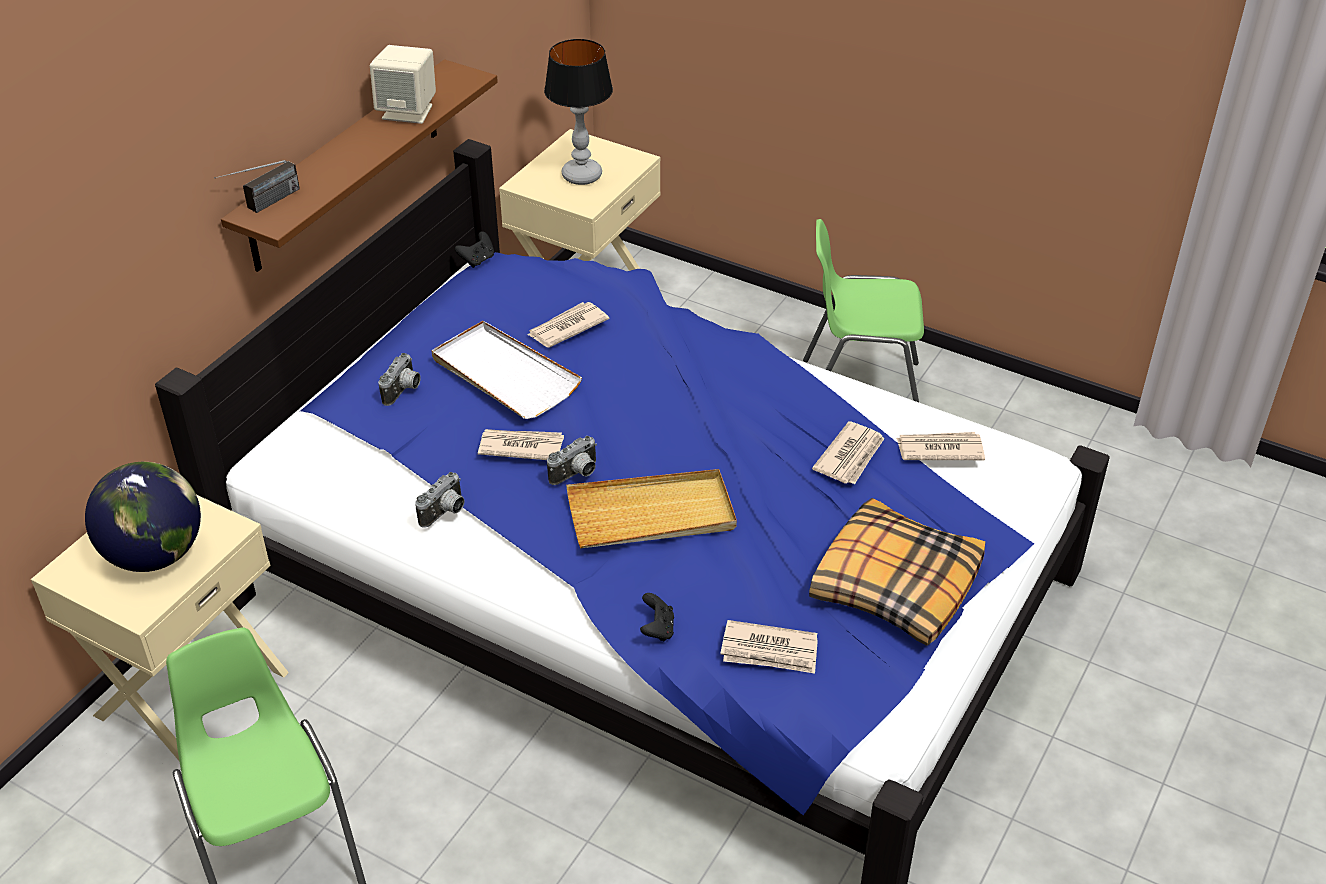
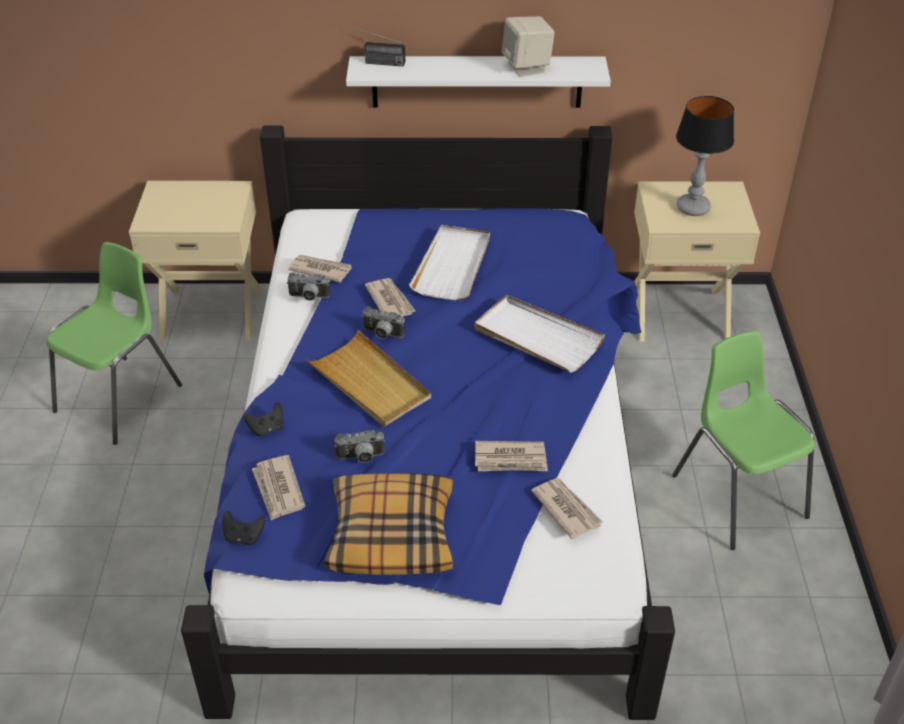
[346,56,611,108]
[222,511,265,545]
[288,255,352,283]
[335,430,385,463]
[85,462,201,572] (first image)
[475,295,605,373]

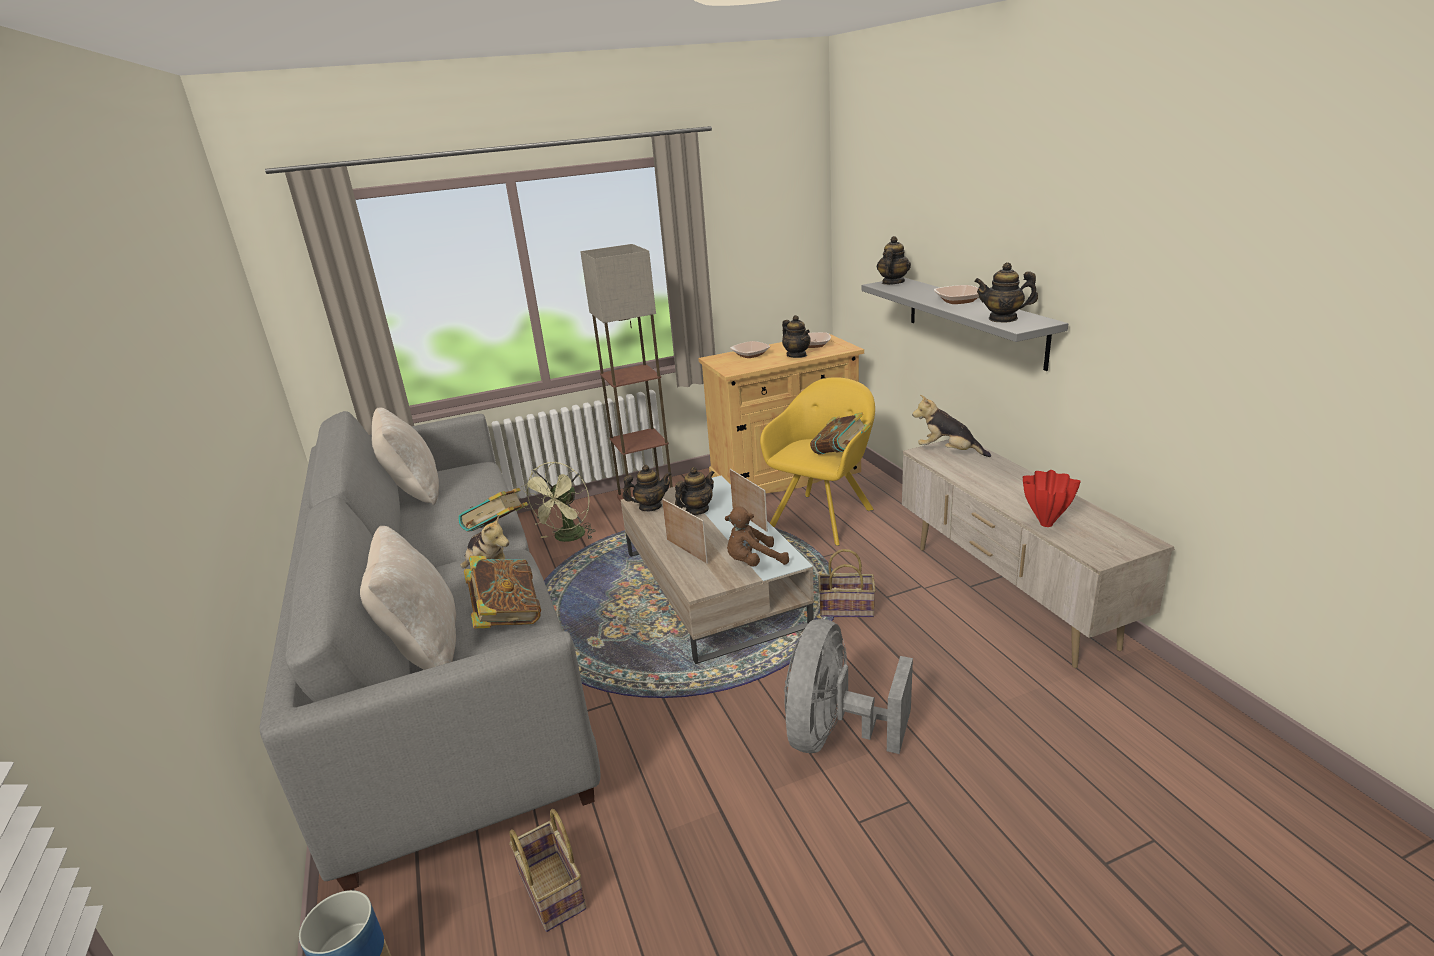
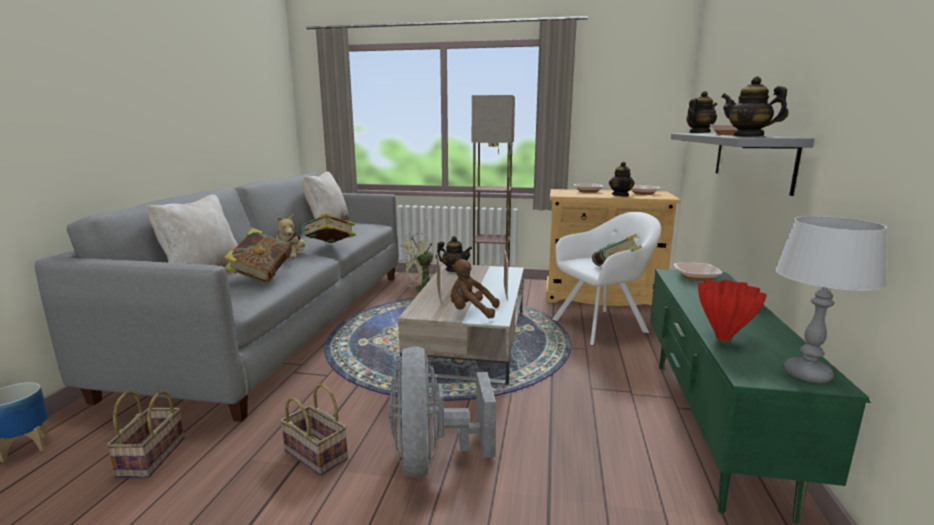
[552,212,661,345]
[674,263,722,281]
[650,269,871,523]
[675,467,715,515] (first image)
[280,384,348,475]
[388,346,496,477]
[775,216,887,383]

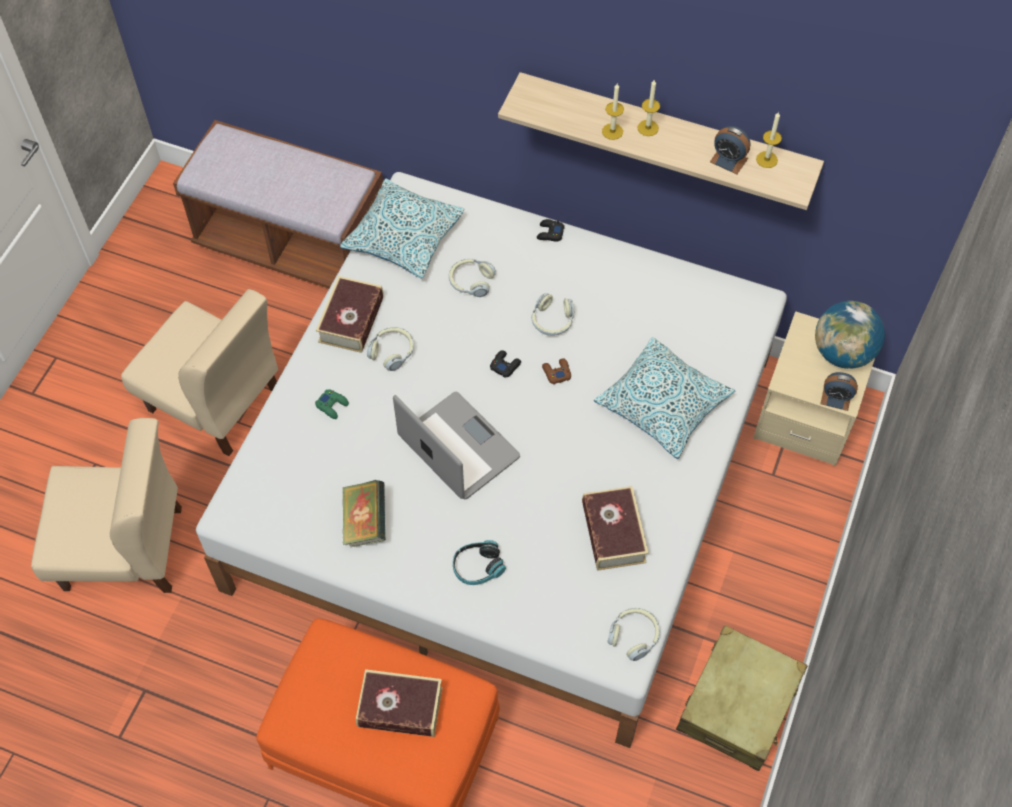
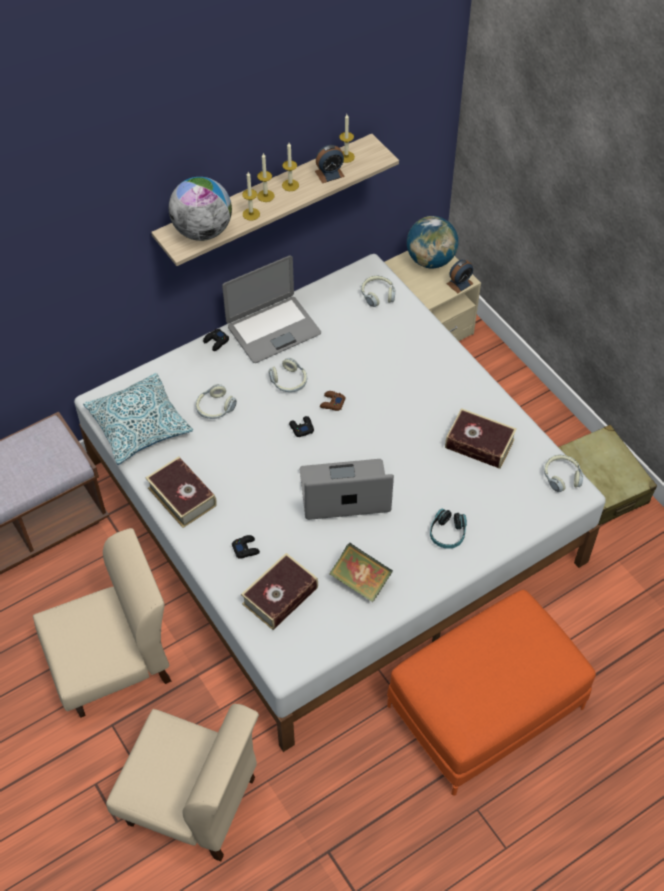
[361,275,395,307]
[594,337,735,459] (first image)
[232,535,260,559]
[106,704,259,861]
[241,553,318,630]
[282,143,299,191]
[169,177,232,241]
[222,255,321,363]

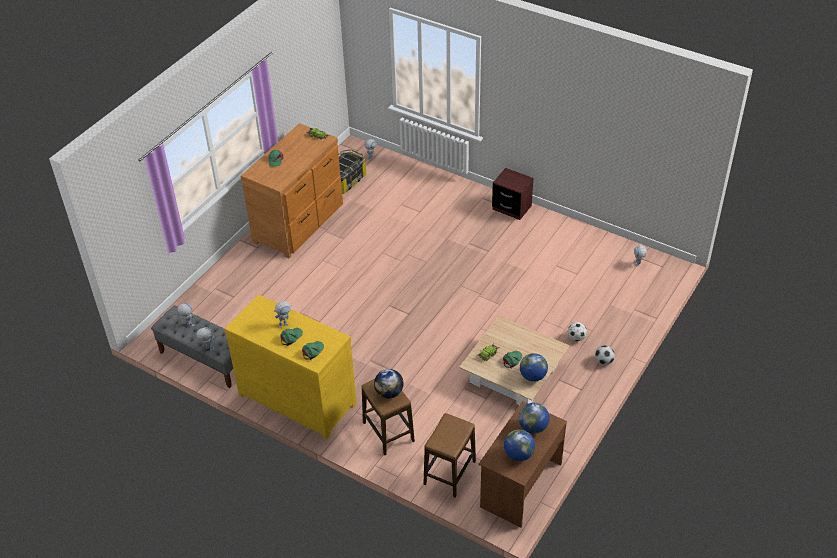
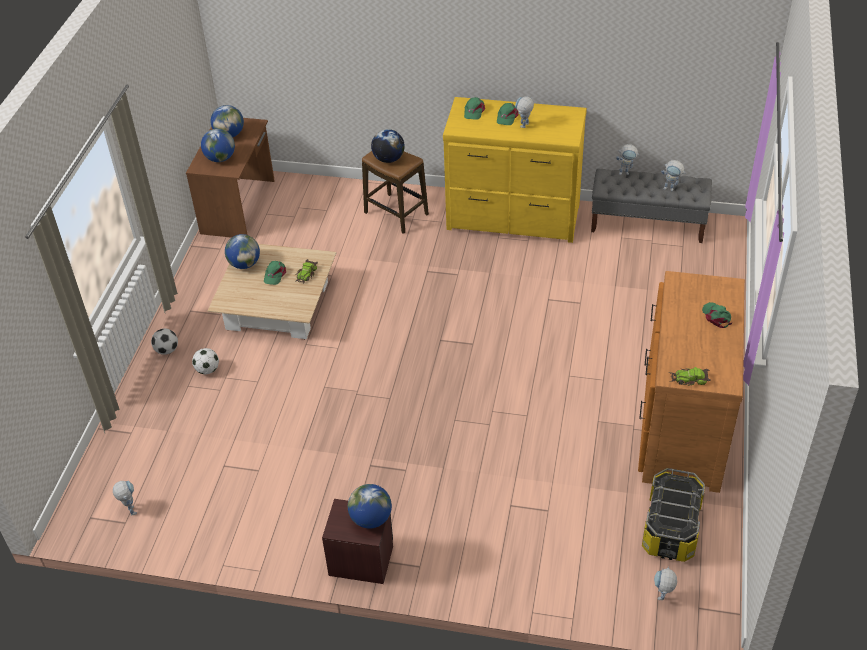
[423,413,476,497] (first image)
[348,484,392,528]

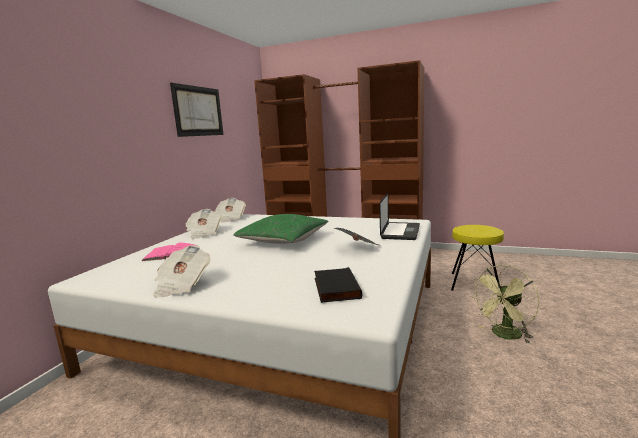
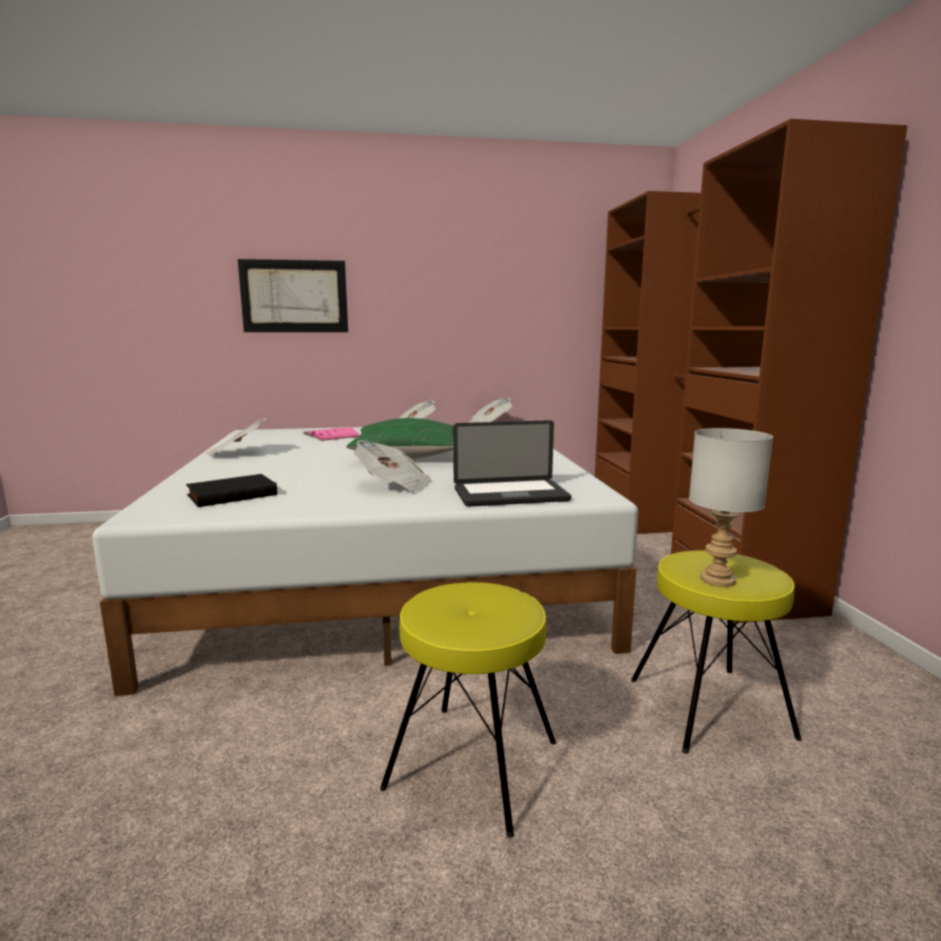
[238,259,348,332]
[380,582,556,838]
[689,428,773,587]

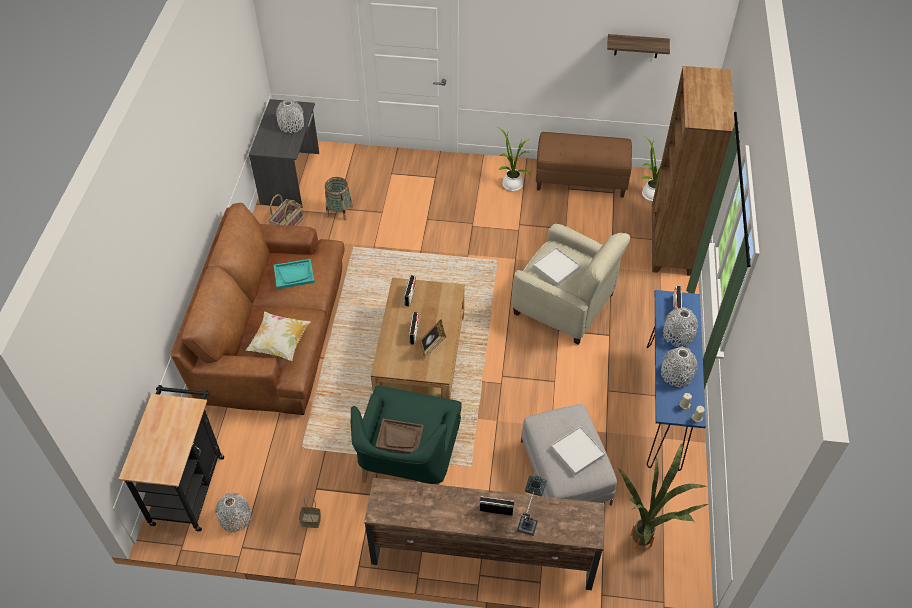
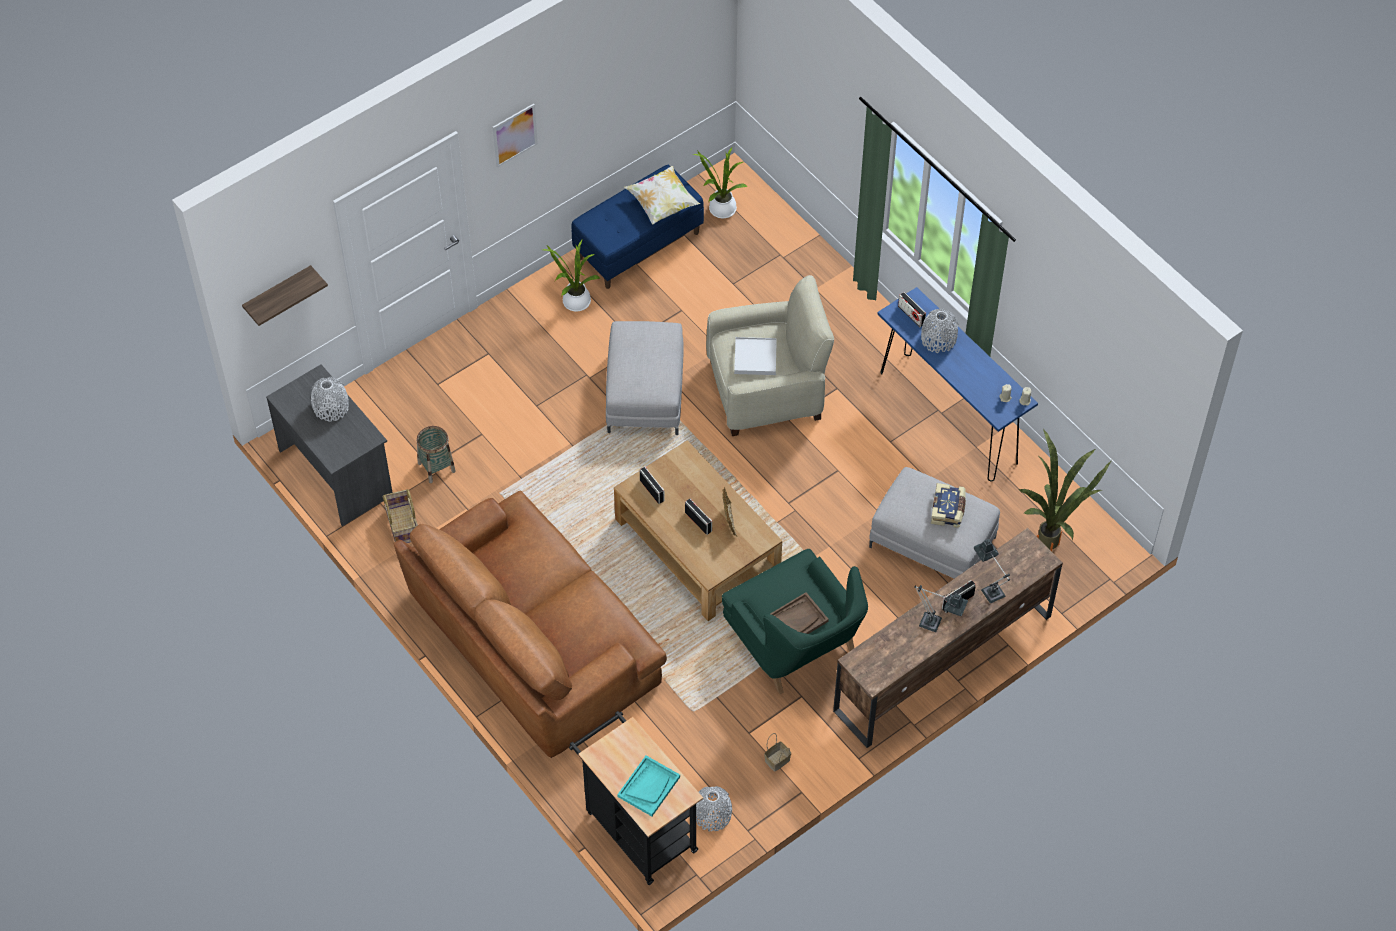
[242,265,328,326]
[652,66,735,276] (first image)
[571,165,704,289]
[617,756,680,816]
[624,166,700,225]
[661,346,698,387] (first image)
[931,483,966,528]
[493,104,538,168]
[606,321,683,435]
[914,585,968,632]

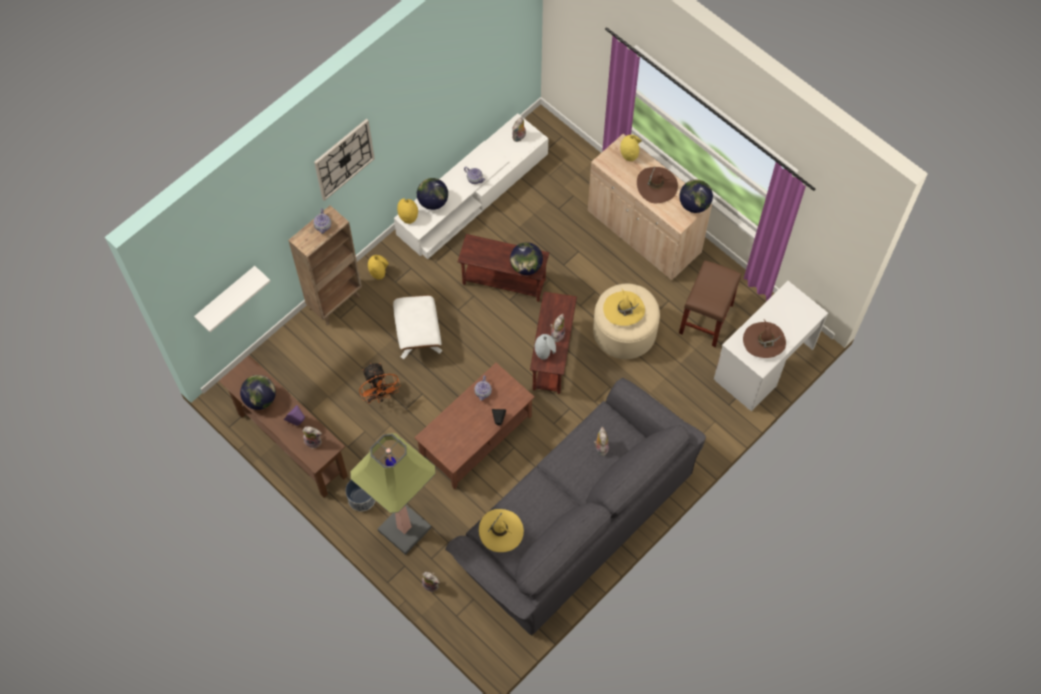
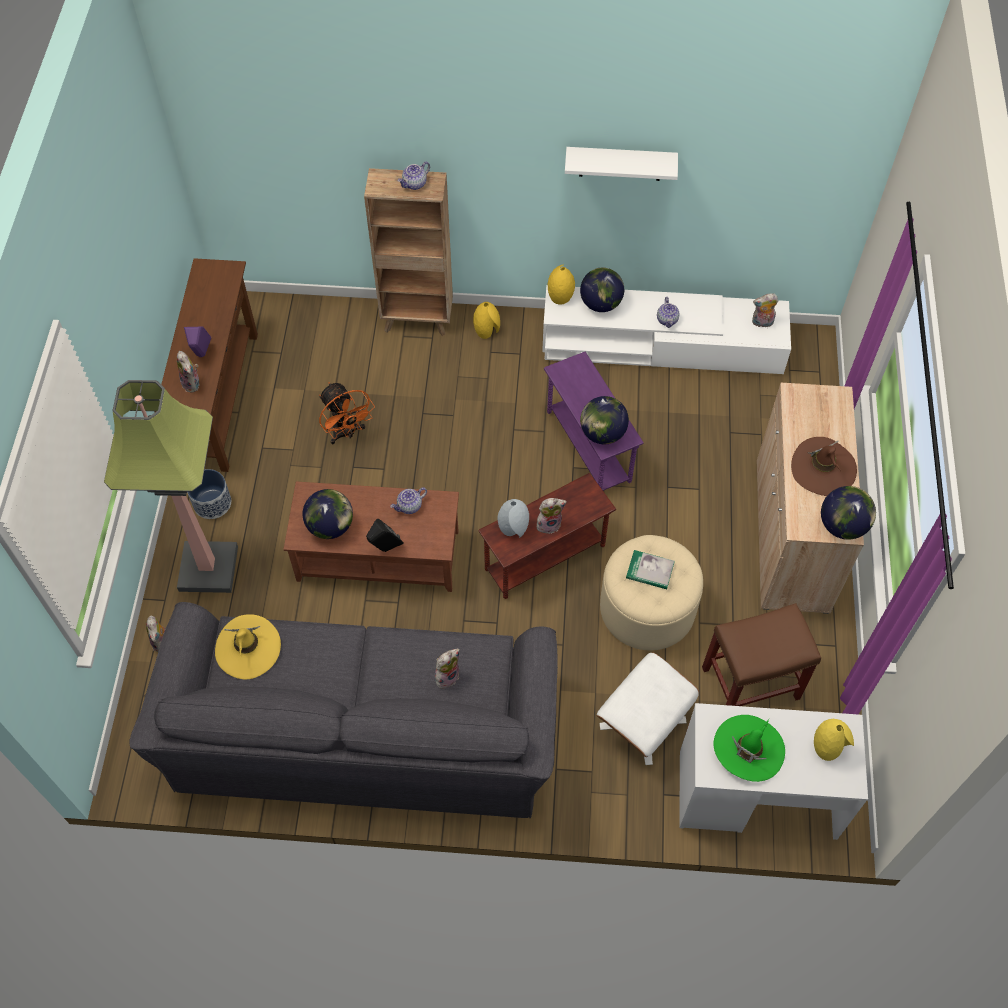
[314,119,375,201] (first image)
[814,719,854,761]
[544,352,644,491]
[565,147,678,181]
[626,550,675,589]
[597,652,699,765]
[714,715,785,782]
[319,382,375,445]
[303,489,353,539]

